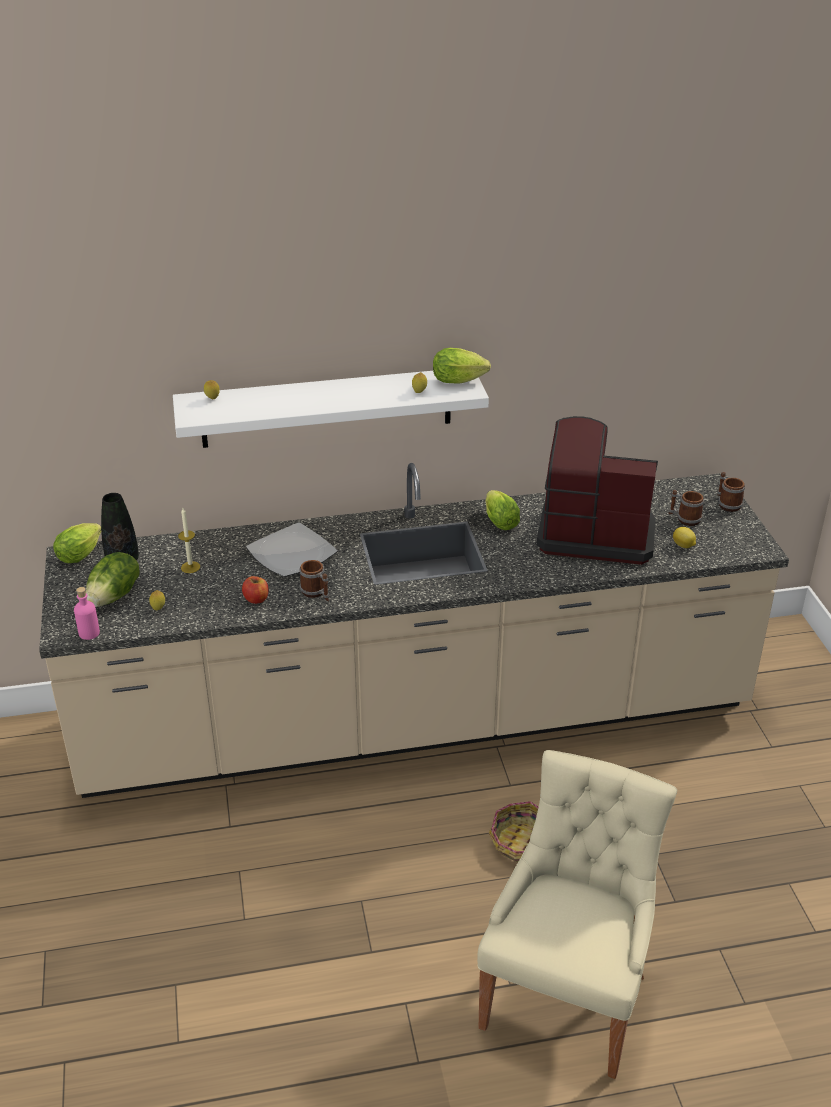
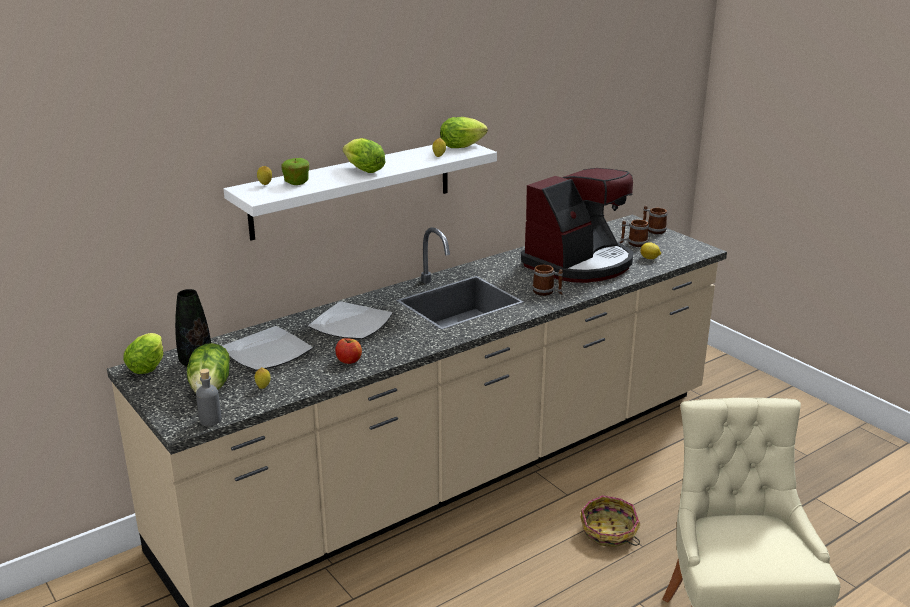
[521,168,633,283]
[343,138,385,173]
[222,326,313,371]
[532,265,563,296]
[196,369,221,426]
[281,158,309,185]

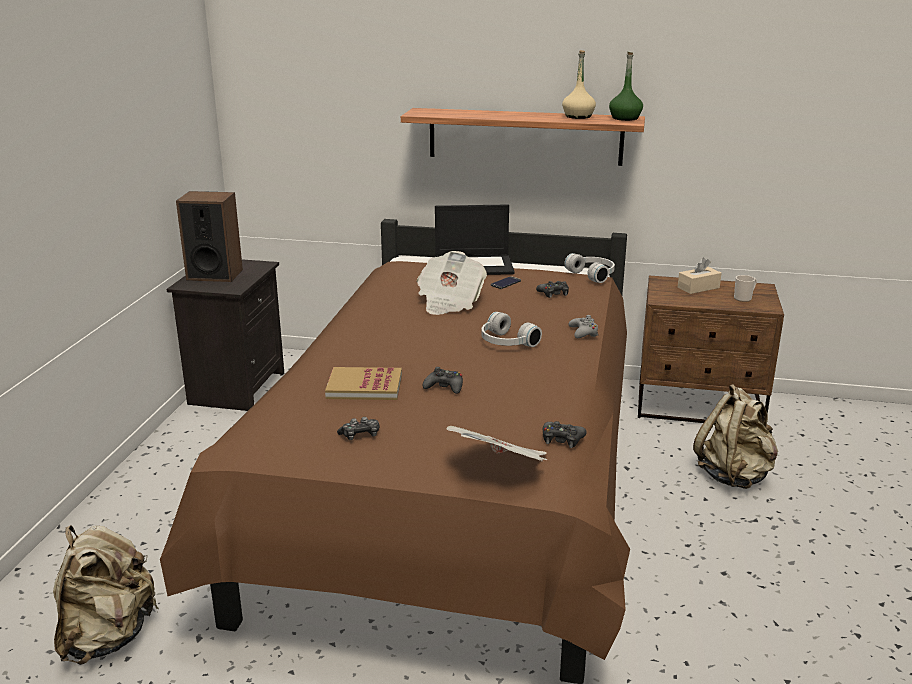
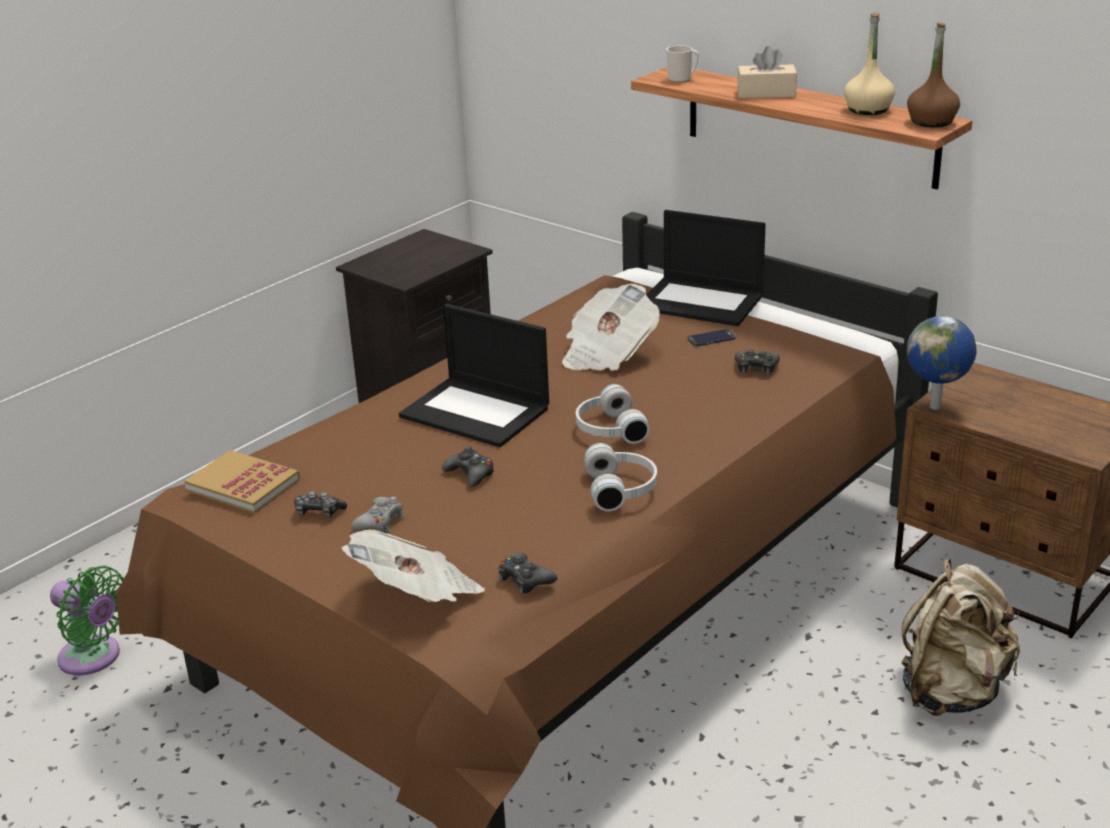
[907,22,960,127]
[176,191,243,282] (first image)
[584,443,657,511]
[737,46,797,98]
[666,46,699,83]
[351,496,404,533]
[184,450,300,514]
[50,566,124,676]
[399,304,549,447]
[907,316,977,410]

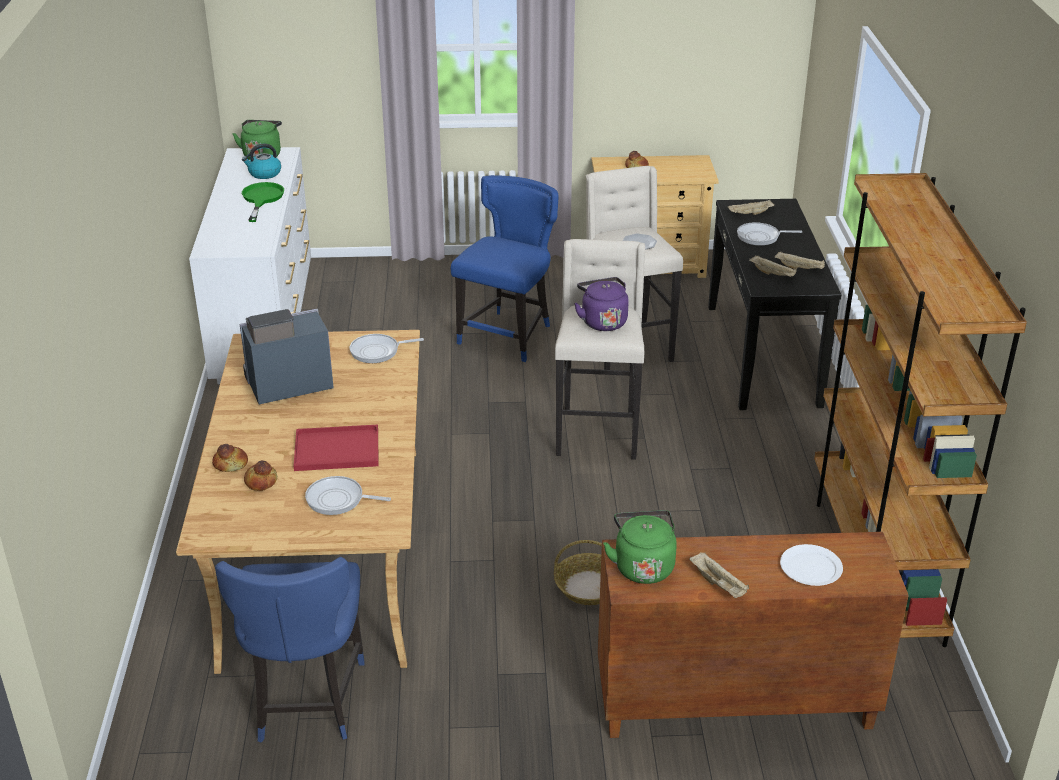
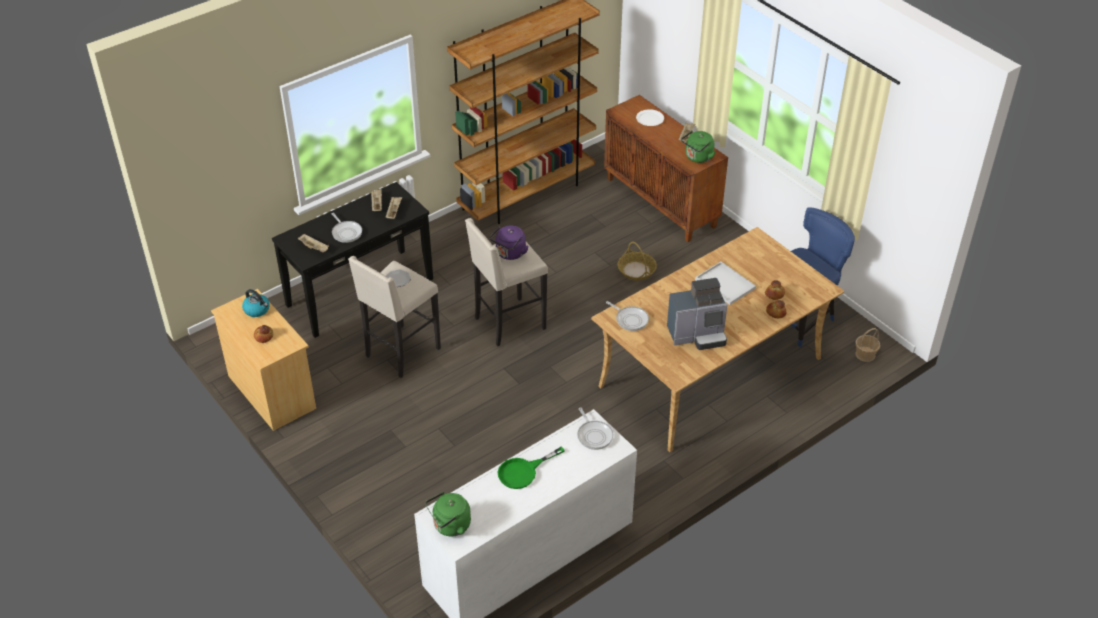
[242,289,270,317]
[451,175,559,362] (first image)
[667,278,727,350]
[695,262,756,305]
[577,408,613,450]
[855,328,880,362]

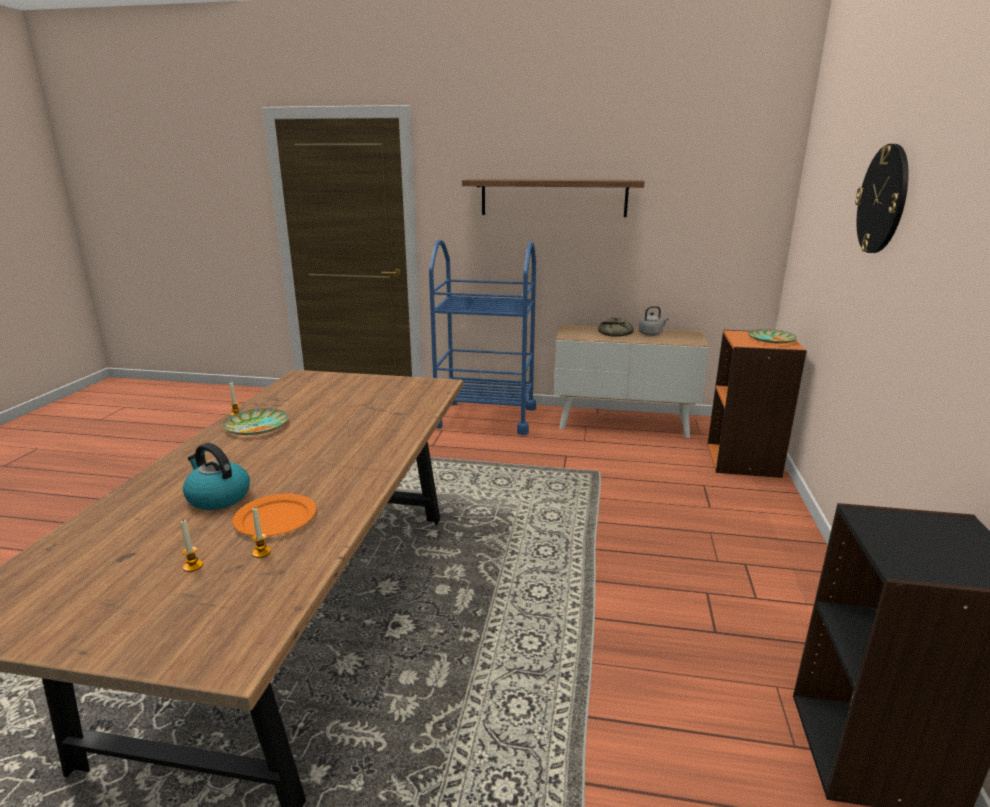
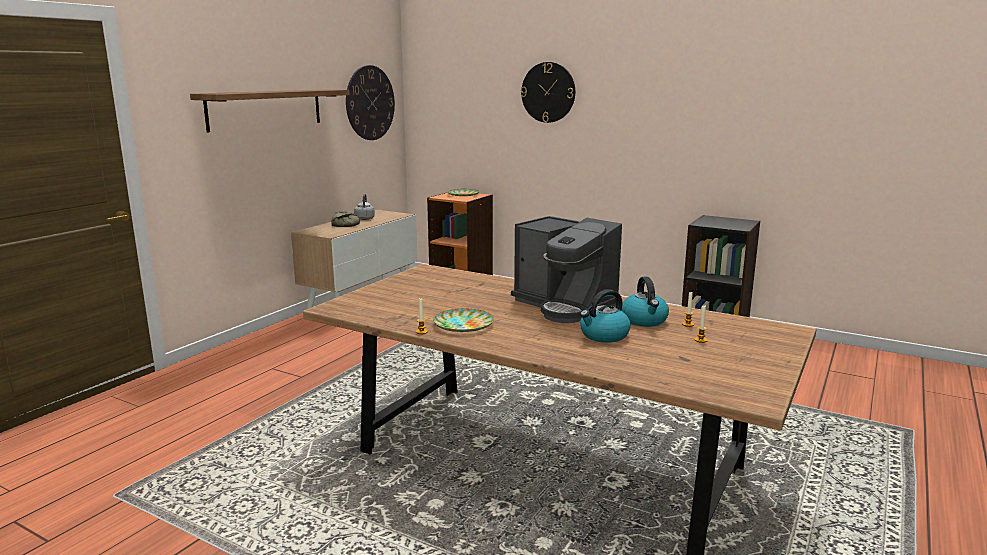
[429,240,536,435] (first image)
[621,277,669,327]
[346,65,395,140]
[511,216,622,323]

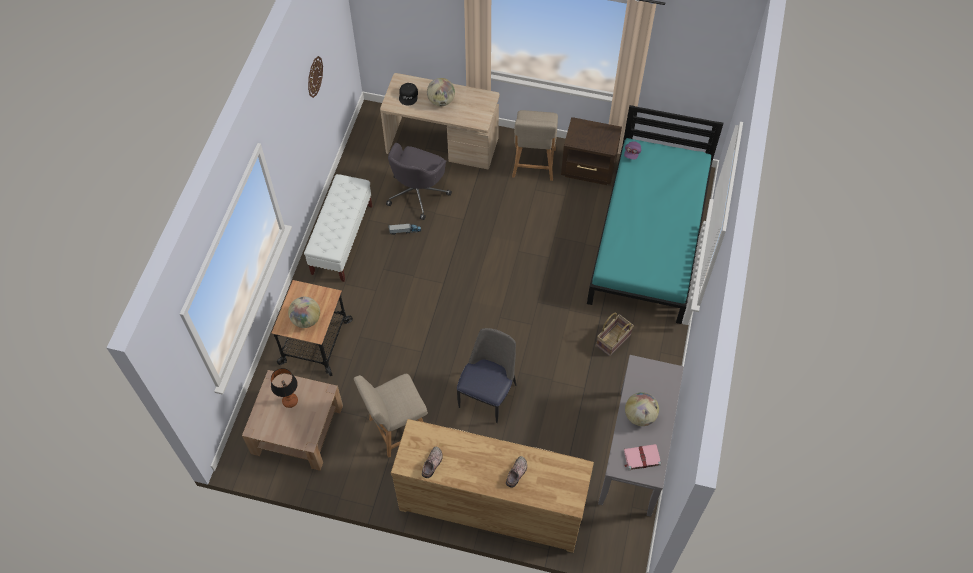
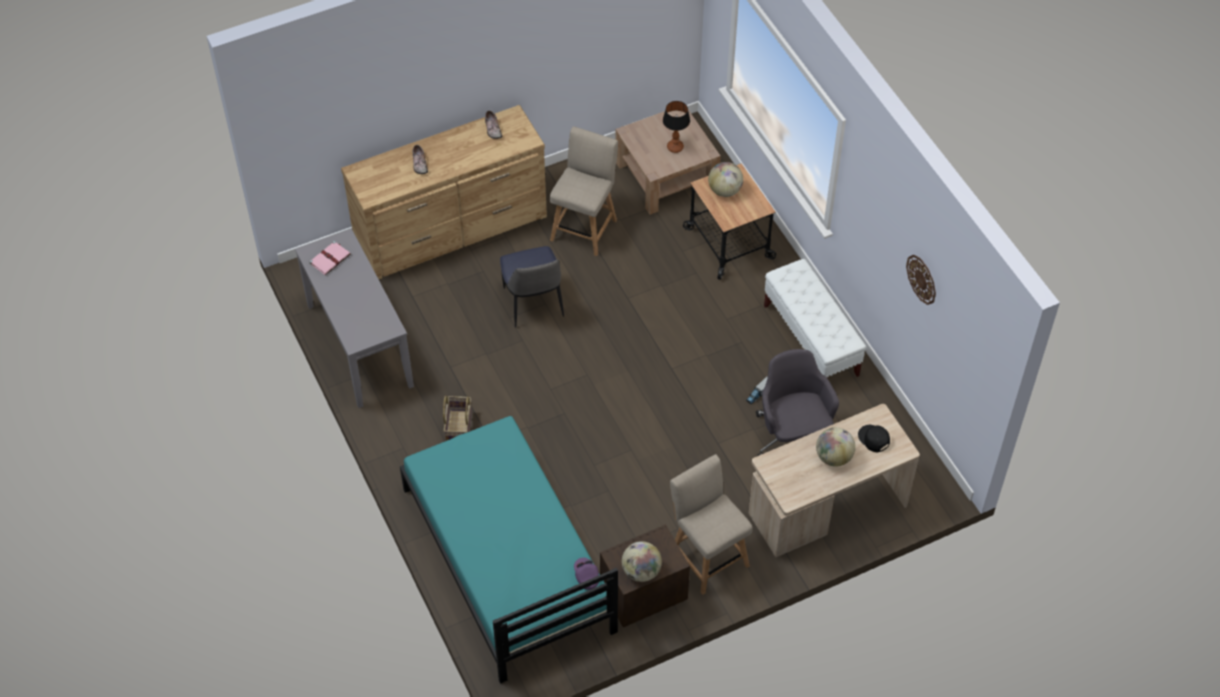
[622,541,662,582]

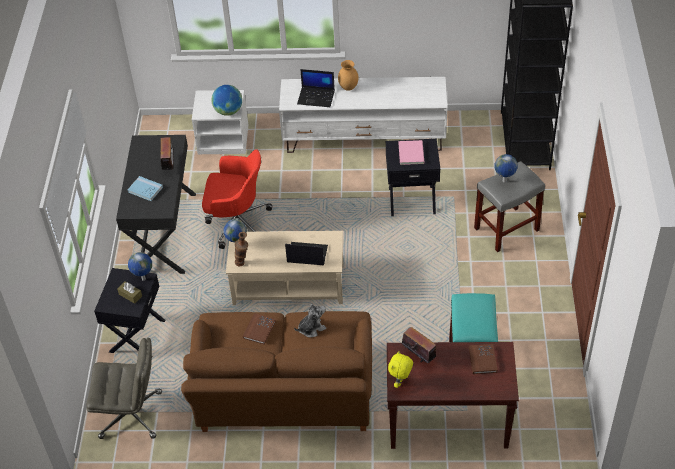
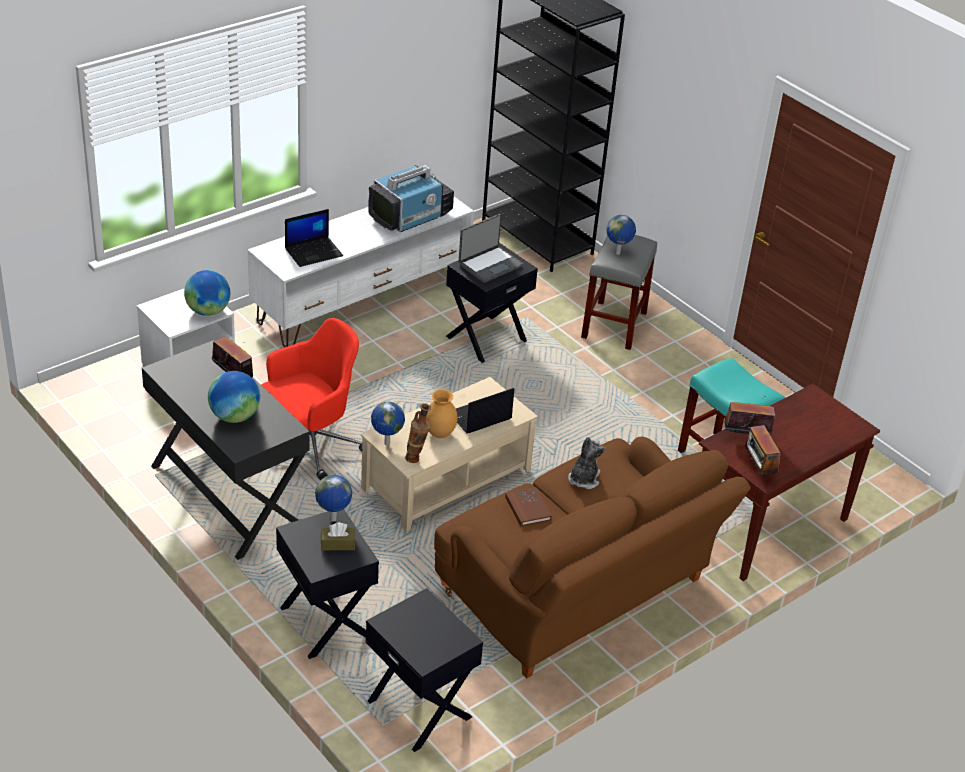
[425,389,458,438]
[459,214,523,283]
[208,371,260,423]
[366,588,483,752]
[469,344,498,374] (first image)
[741,424,781,477]
[368,165,454,232]

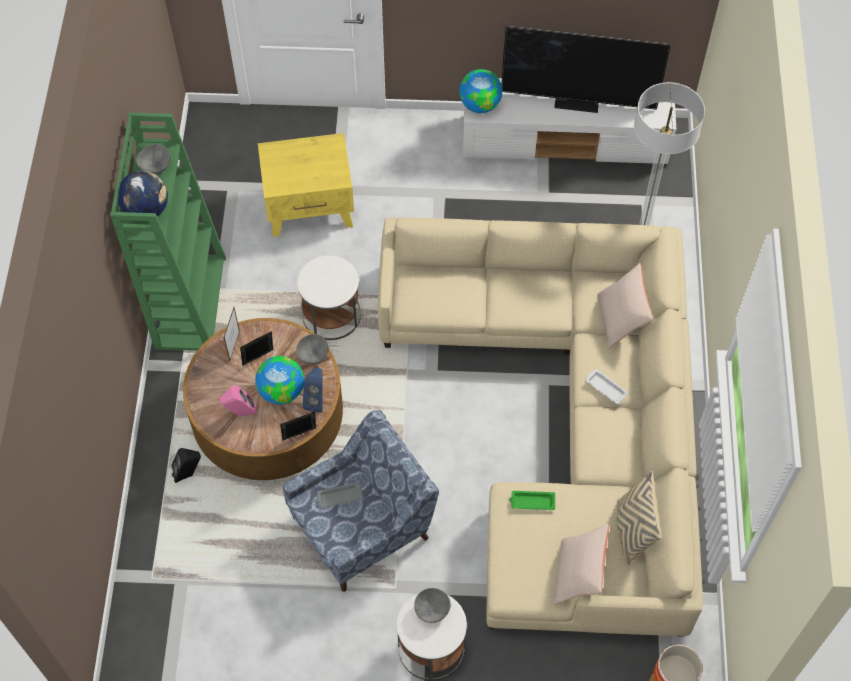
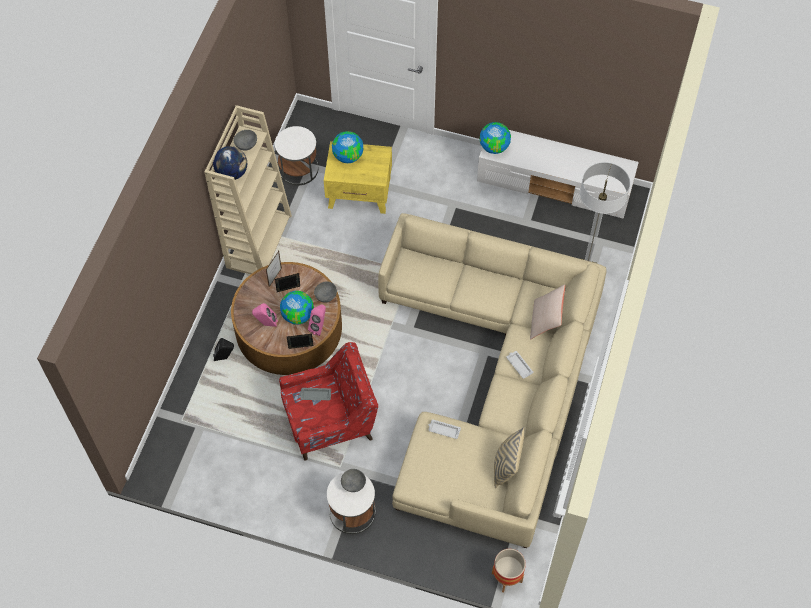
[501,26,671,113] (first image)
[204,105,292,275]
[275,126,318,185]
[308,304,326,336]
[279,342,378,461]
[428,420,461,439]
[554,524,609,605] (first image)
[332,131,363,163]

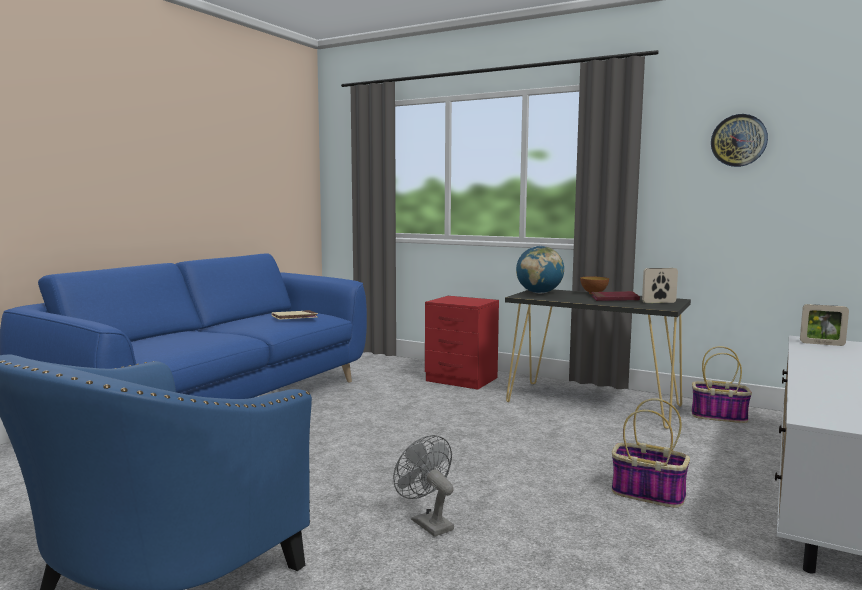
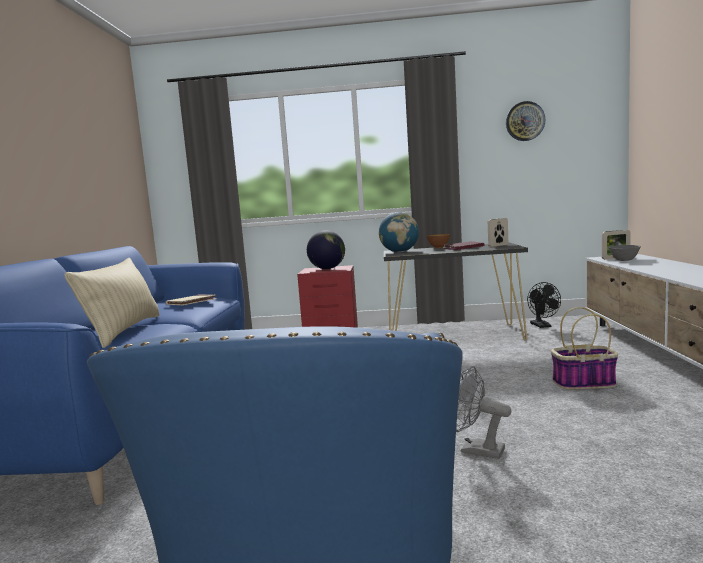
[527,282,561,328]
[307,230,345,269]
[608,245,641,261]
[64,258,160,348]

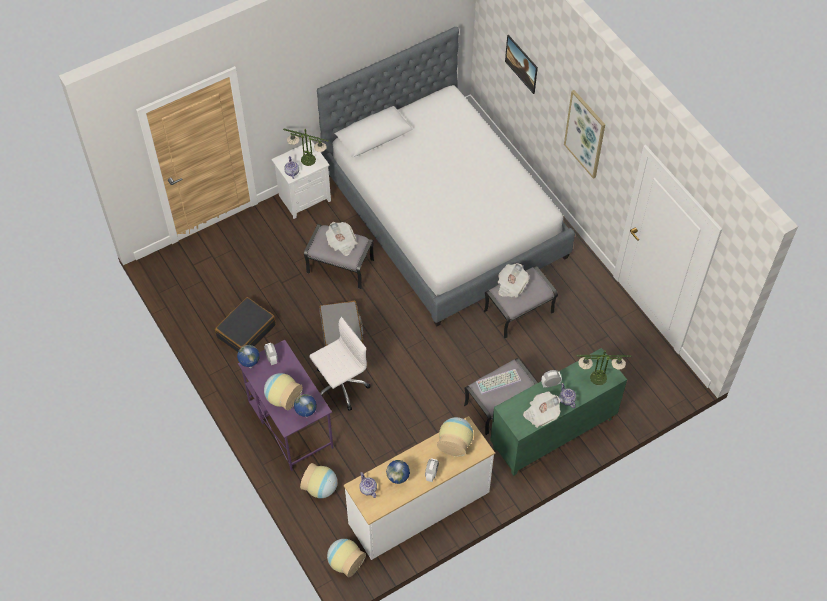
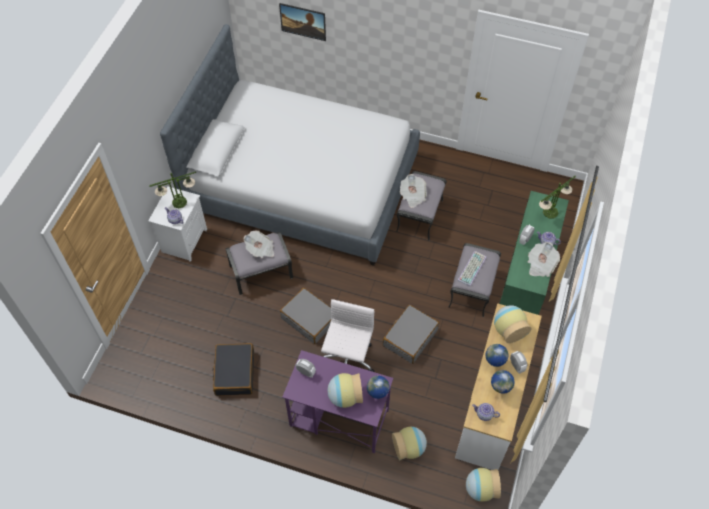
[564,90,605,179] (first image)
[485,344,509,367]
[383,305,439,364]

